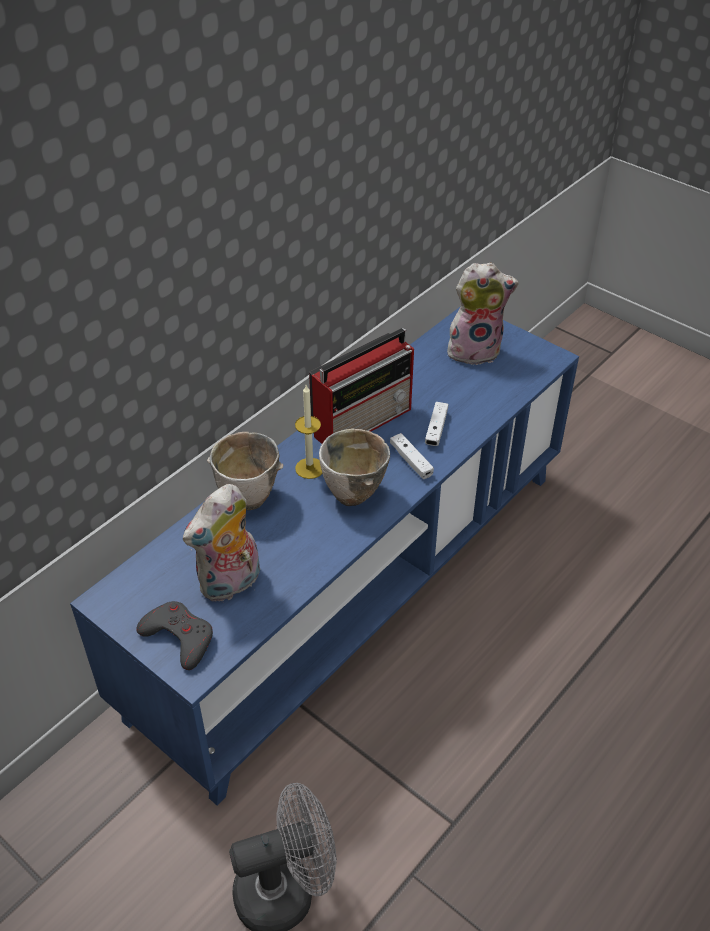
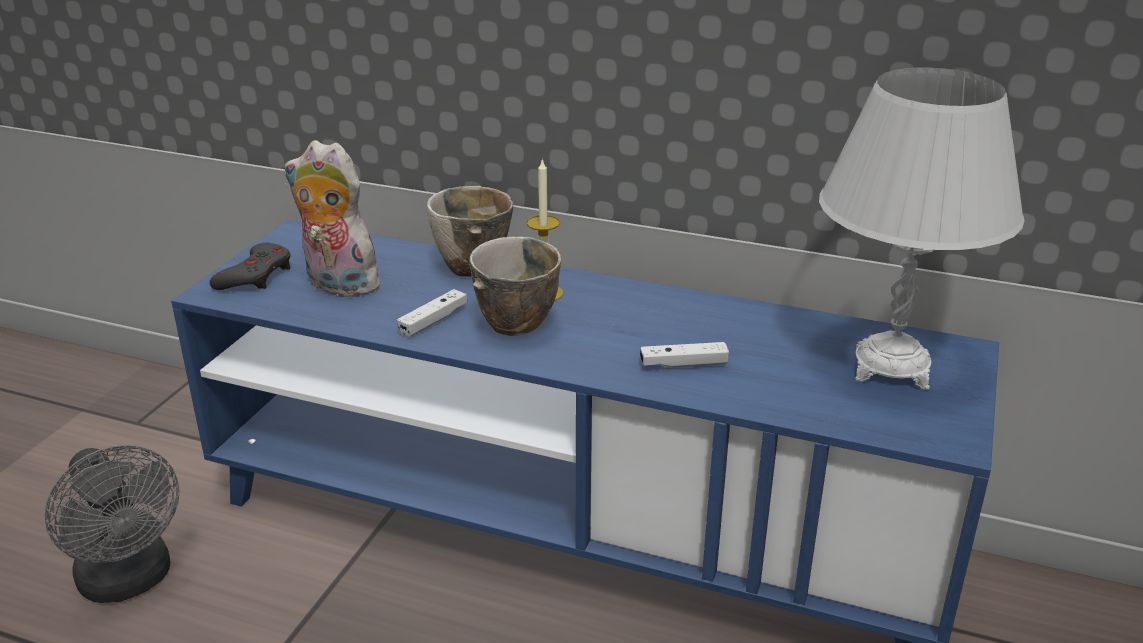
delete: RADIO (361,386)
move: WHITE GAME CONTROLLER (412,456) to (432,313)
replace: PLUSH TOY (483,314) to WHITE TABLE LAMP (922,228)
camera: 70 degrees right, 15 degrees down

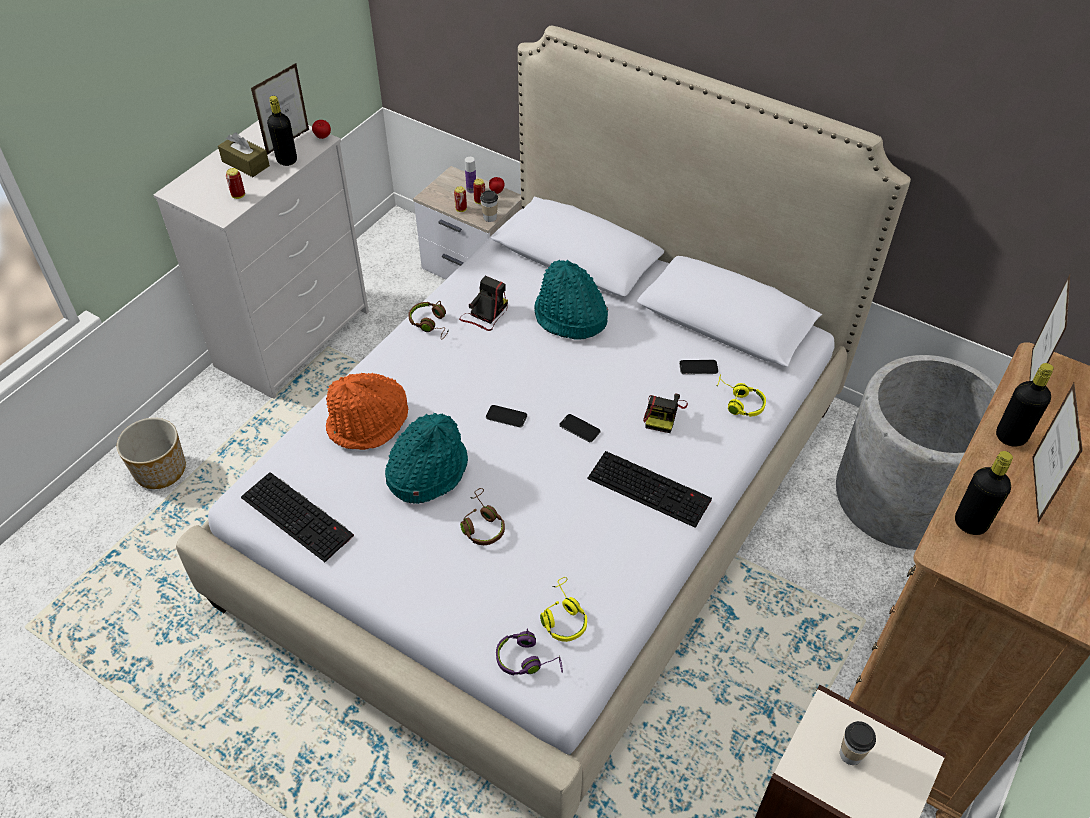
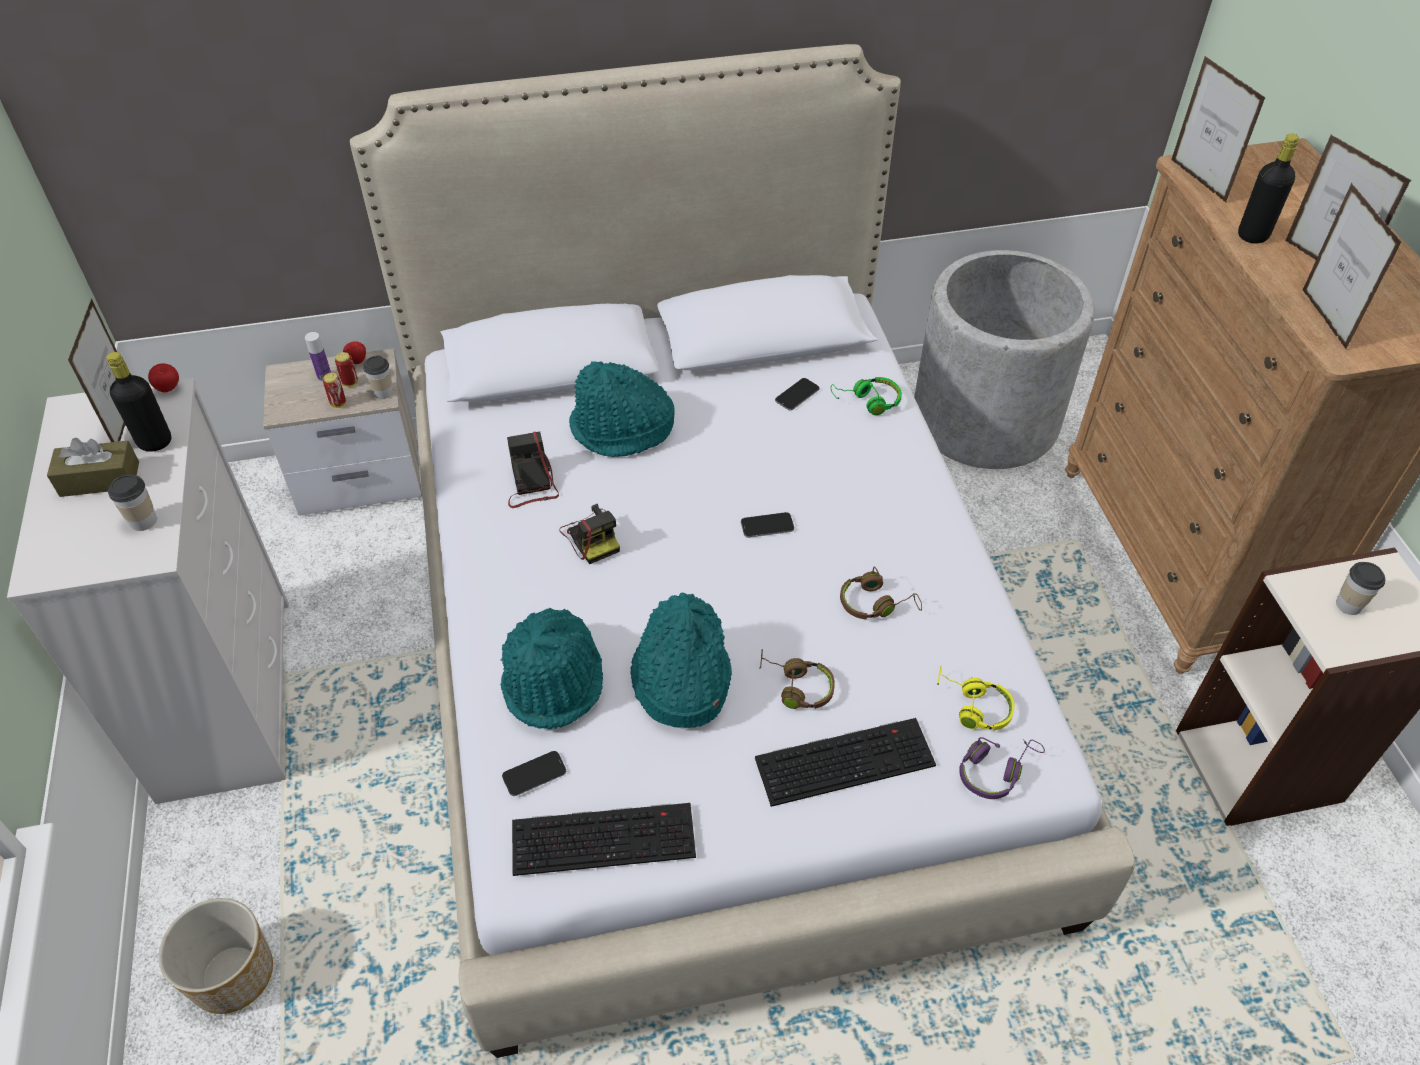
move: BROWN HEADPHONES (428,320) to (881,592); PHONE (506,416) to (534,773); KEYBOARD (649,489) to (845,762); PHOTO CAMERA (665,413) to (590,534)
replace: CAN (235,183) to CUP (132,503); BLACK BOTTLE (984,493) to PICTURE FRAME (1352,266)
recolor: ORANGE HAT (367,411) to TURQUOISE HAT (551,668); YELLOW HEADPHONES (741,395) to GREEN HEADPHONES (866,396)
camera: 45 degrees left, 0 degrees up

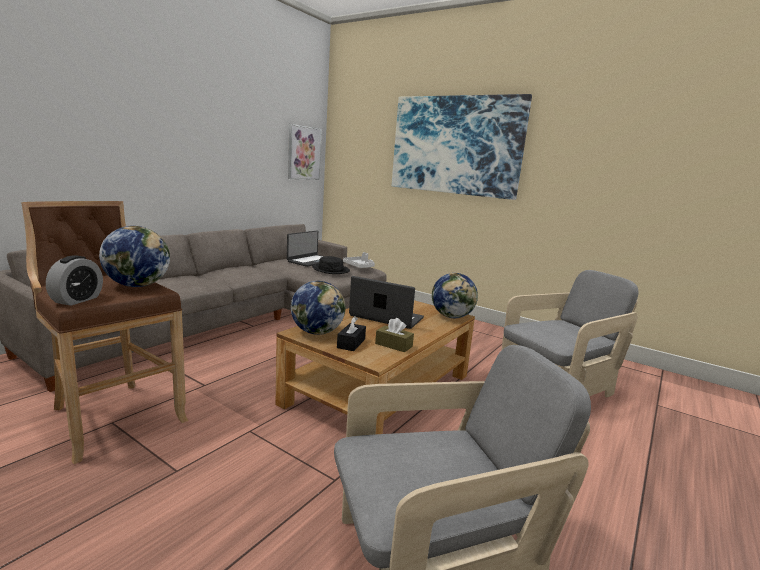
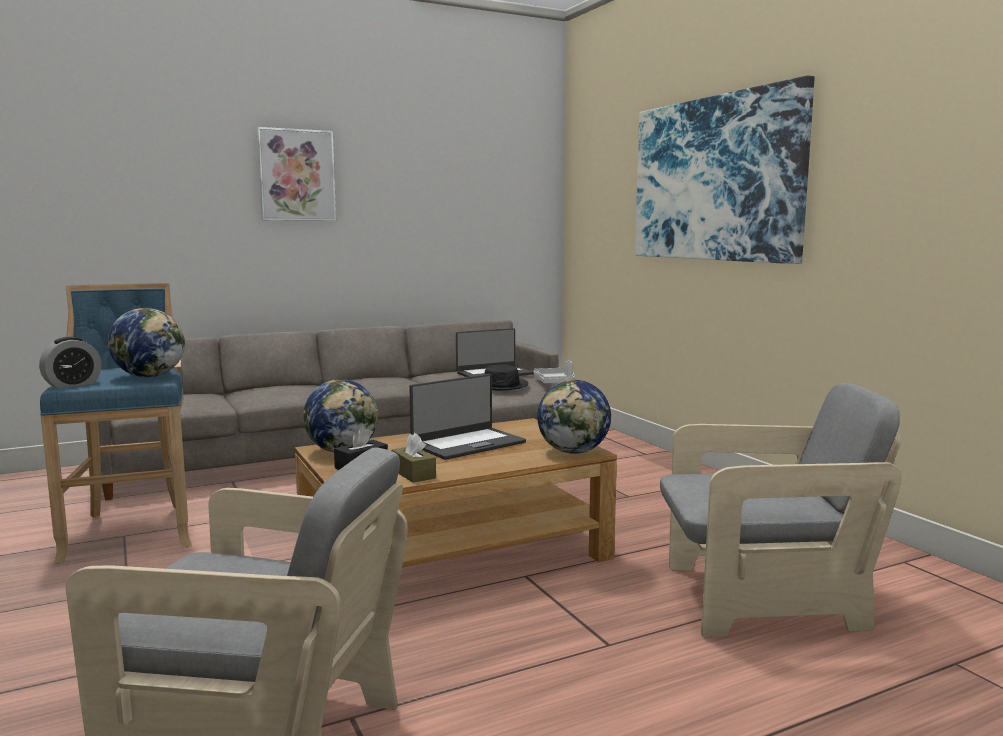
move: PICTURE (305,152) to (296,174)
recolor: BROWN STOOL (104,332) to BLUE STOOL (116,423)
rotate: LAPTOP (386,302) = (467,417) 90 degrees clockwise
camera: 30 degrees right, 5 degrees down

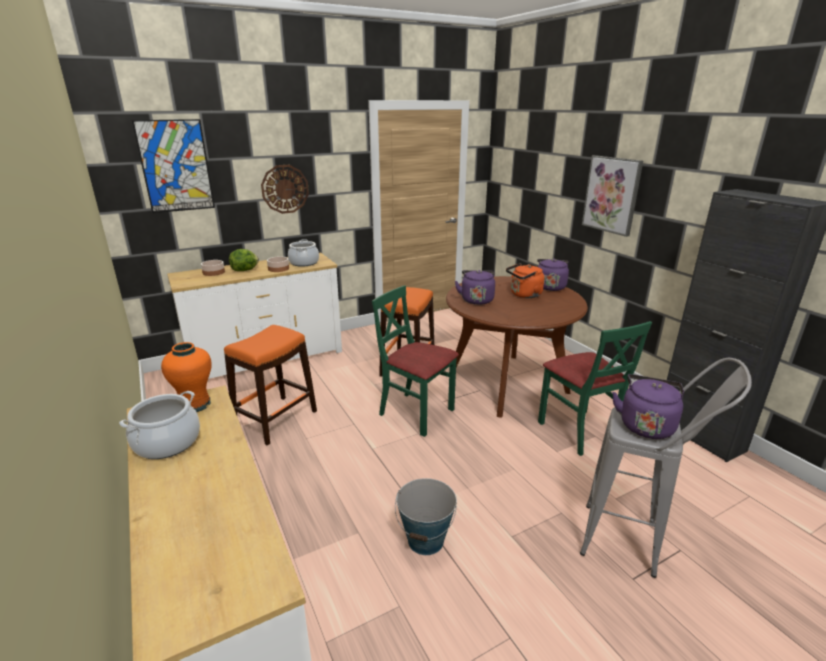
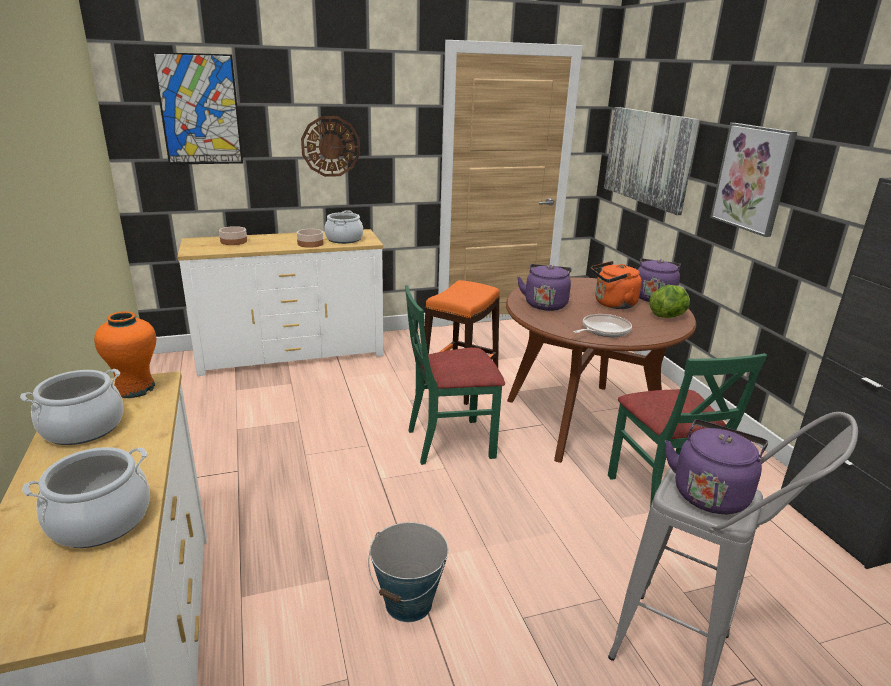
delete: ORANGE STOOL (270,385)
insert: COOKING POT (86,497); FRYING PAN (603,325); PICTURE (652,161)
move: LETTUCE (244,260) to (669,301)
rotate: GREEN CHAIR (415,361) = (455,375) 60 degrees counterclockwise
camera: 10 degrees right, 0 degrees up

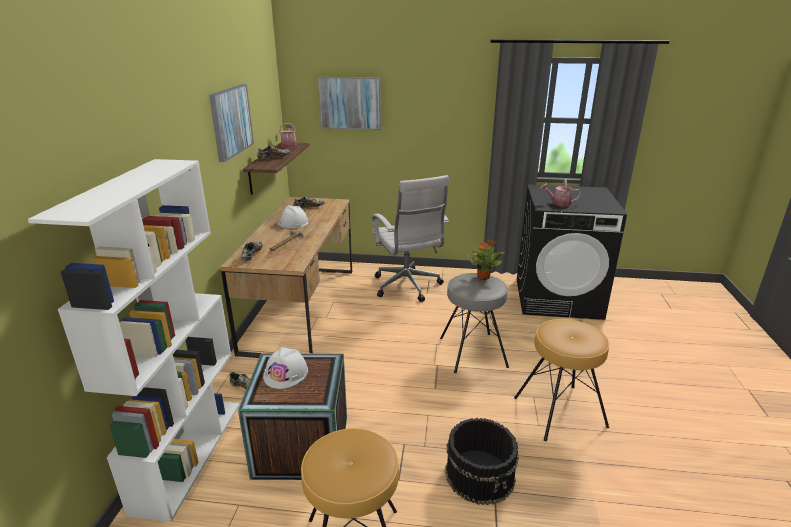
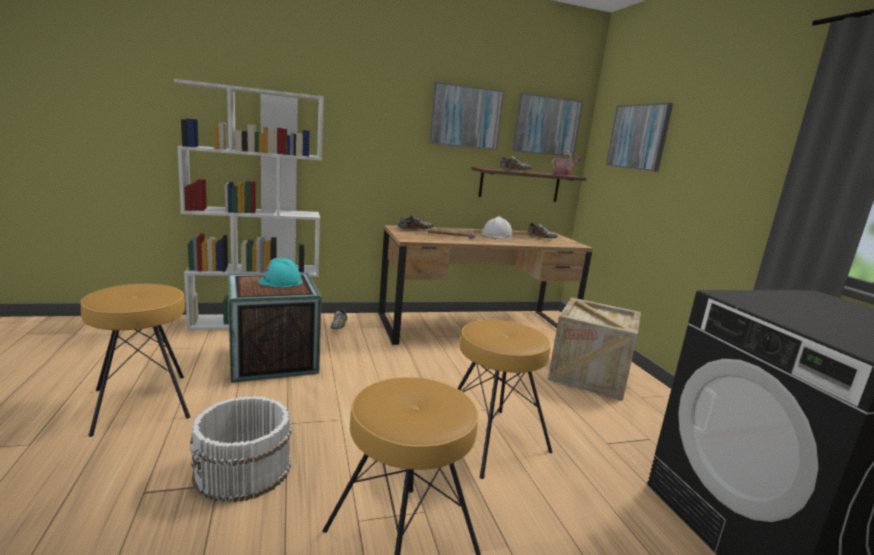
delete: POTTED PLANT (486,259); WATERING CAN (560,192)
insert: PICTURE (547,125)
replace: WHITE OFFICE CHAIR (410,238) to CRATE (594,349)
recolor: WHITE HARD HAT (285,368) to TURQUOISE HARD HAT (280,272); GREY STOOL (474,323) to BROWN STOOL (505,399); BLACK BUCKET (482,461) to WHITE BUCKET (241,449)
camera: 65 degrees right, 10 degrees down

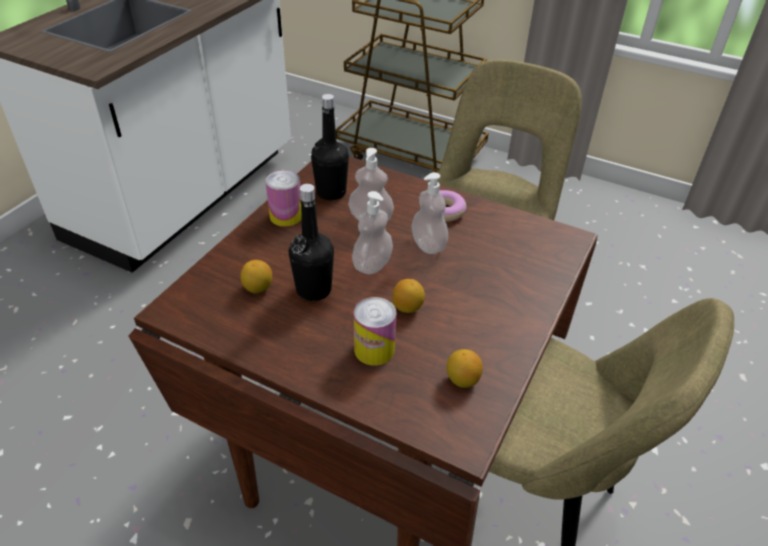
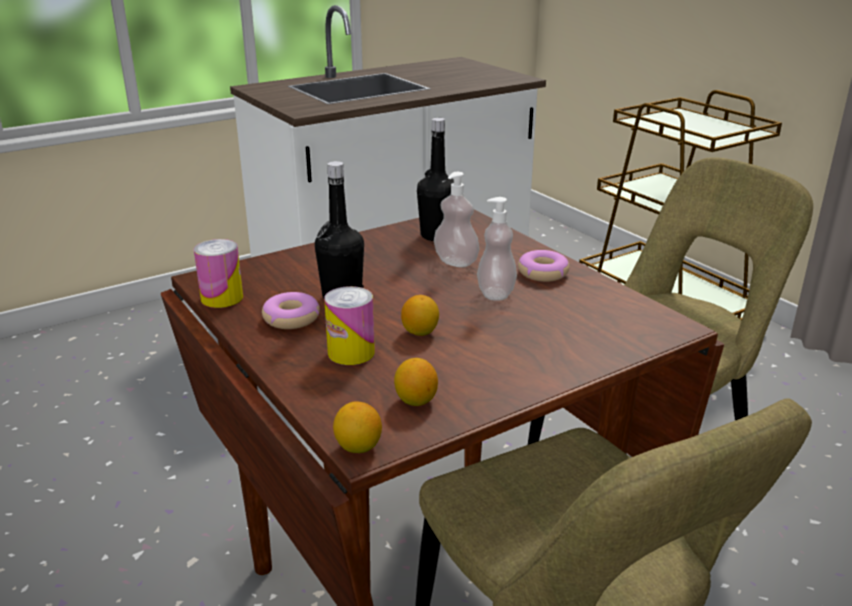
delete: SOAP DISPENSER (372,232)
insert: DONUT (291,310)
move: LEMON (256,276) to (357,427); CAN (283,198) to (218,273)
camera: 30 degrees right, 15 degrees down

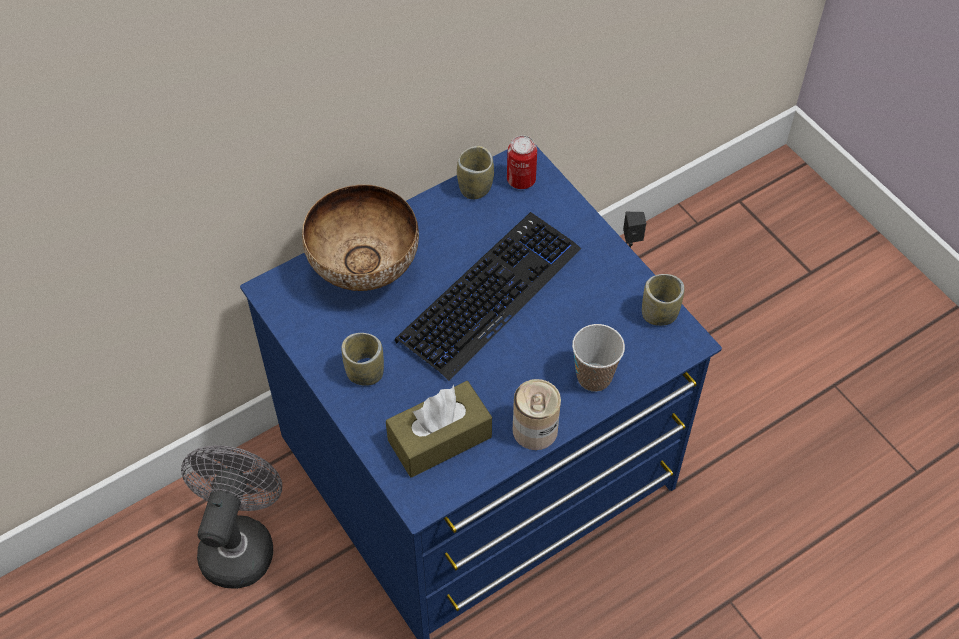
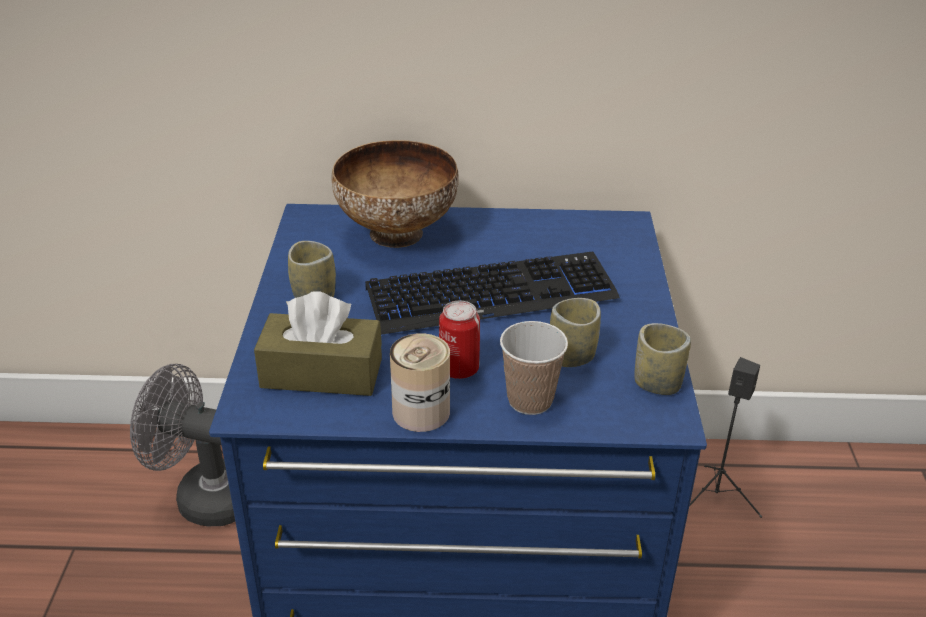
move: CUP (475,173) to (575,332); CAN (522,162) to (459,340)
rotate: GREY FAN (231,517) = (182,445) 120 degrees counterclockwise
camera: 35 degrees right, 20 degrees down

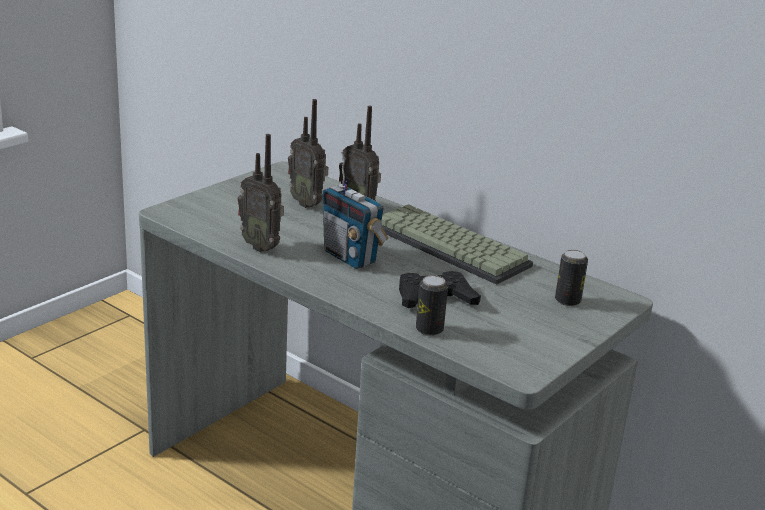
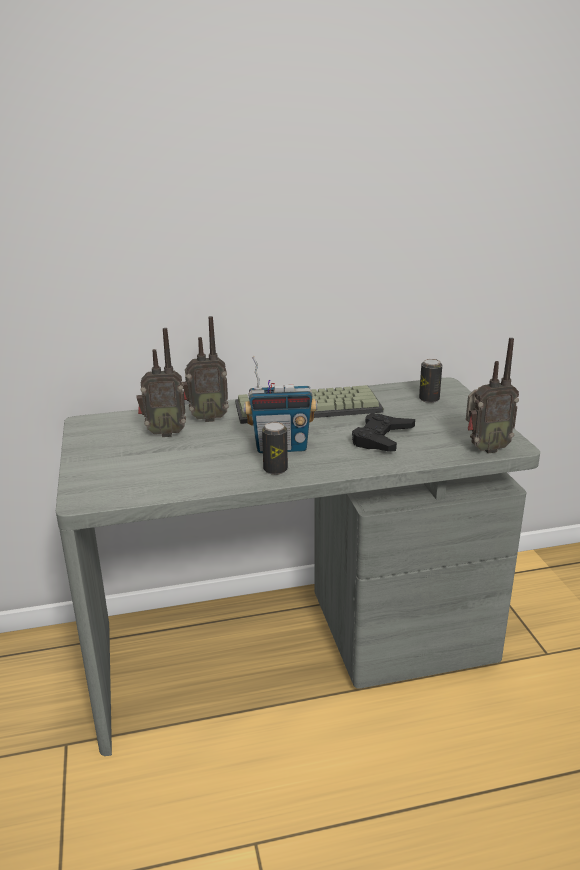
move: RADIO (261,193) to (492,396); CAN (432,305) to (275,448)
camera: 50 degrees left, 0 degrees up

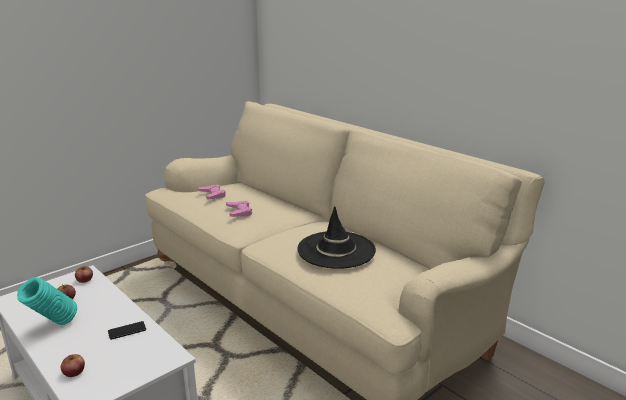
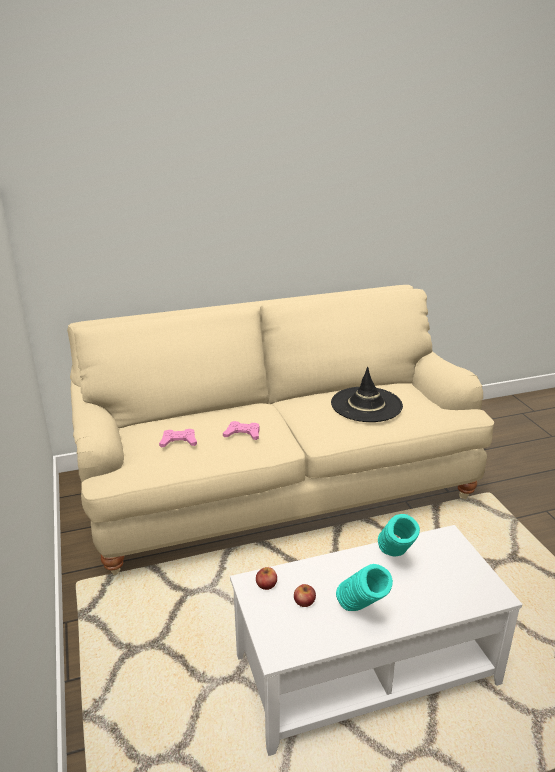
delete: APPLE (73,365)
replace: PHONE (127,330) to TURQUOISE VASE (399,535)
camera: 65 degrees left, 5 degrees up

